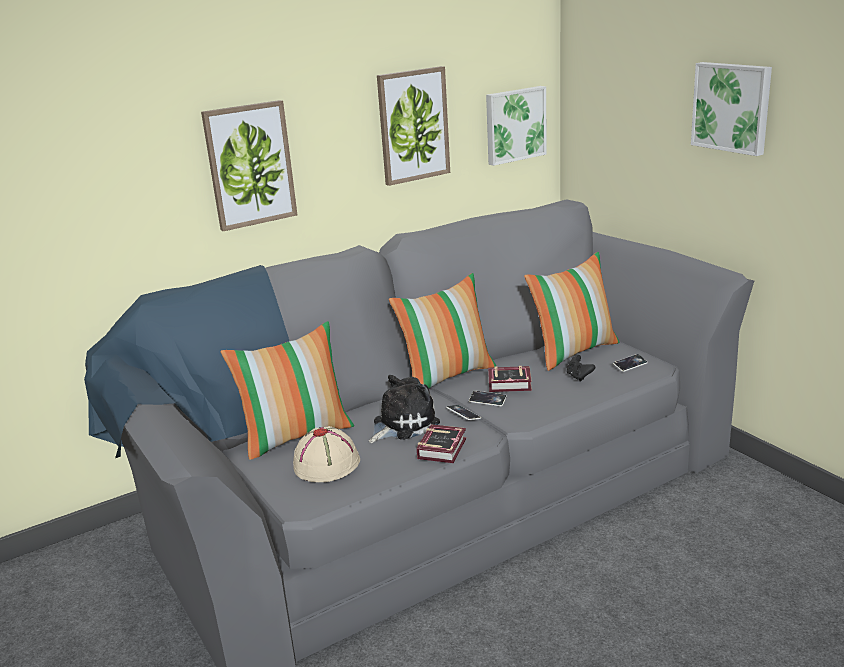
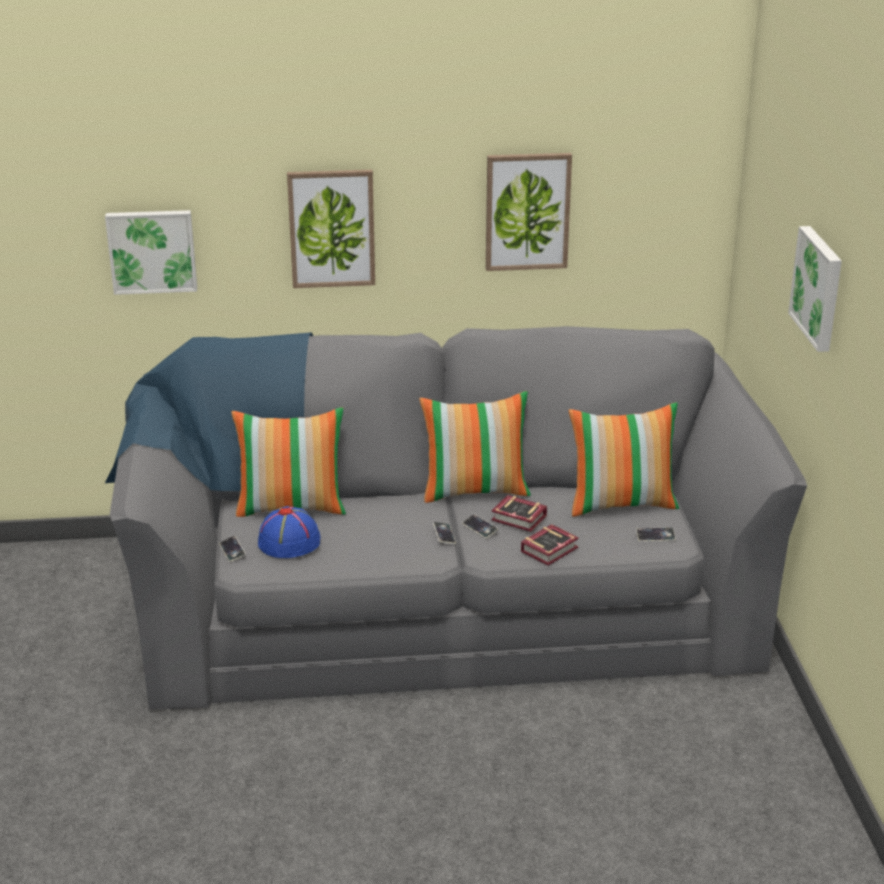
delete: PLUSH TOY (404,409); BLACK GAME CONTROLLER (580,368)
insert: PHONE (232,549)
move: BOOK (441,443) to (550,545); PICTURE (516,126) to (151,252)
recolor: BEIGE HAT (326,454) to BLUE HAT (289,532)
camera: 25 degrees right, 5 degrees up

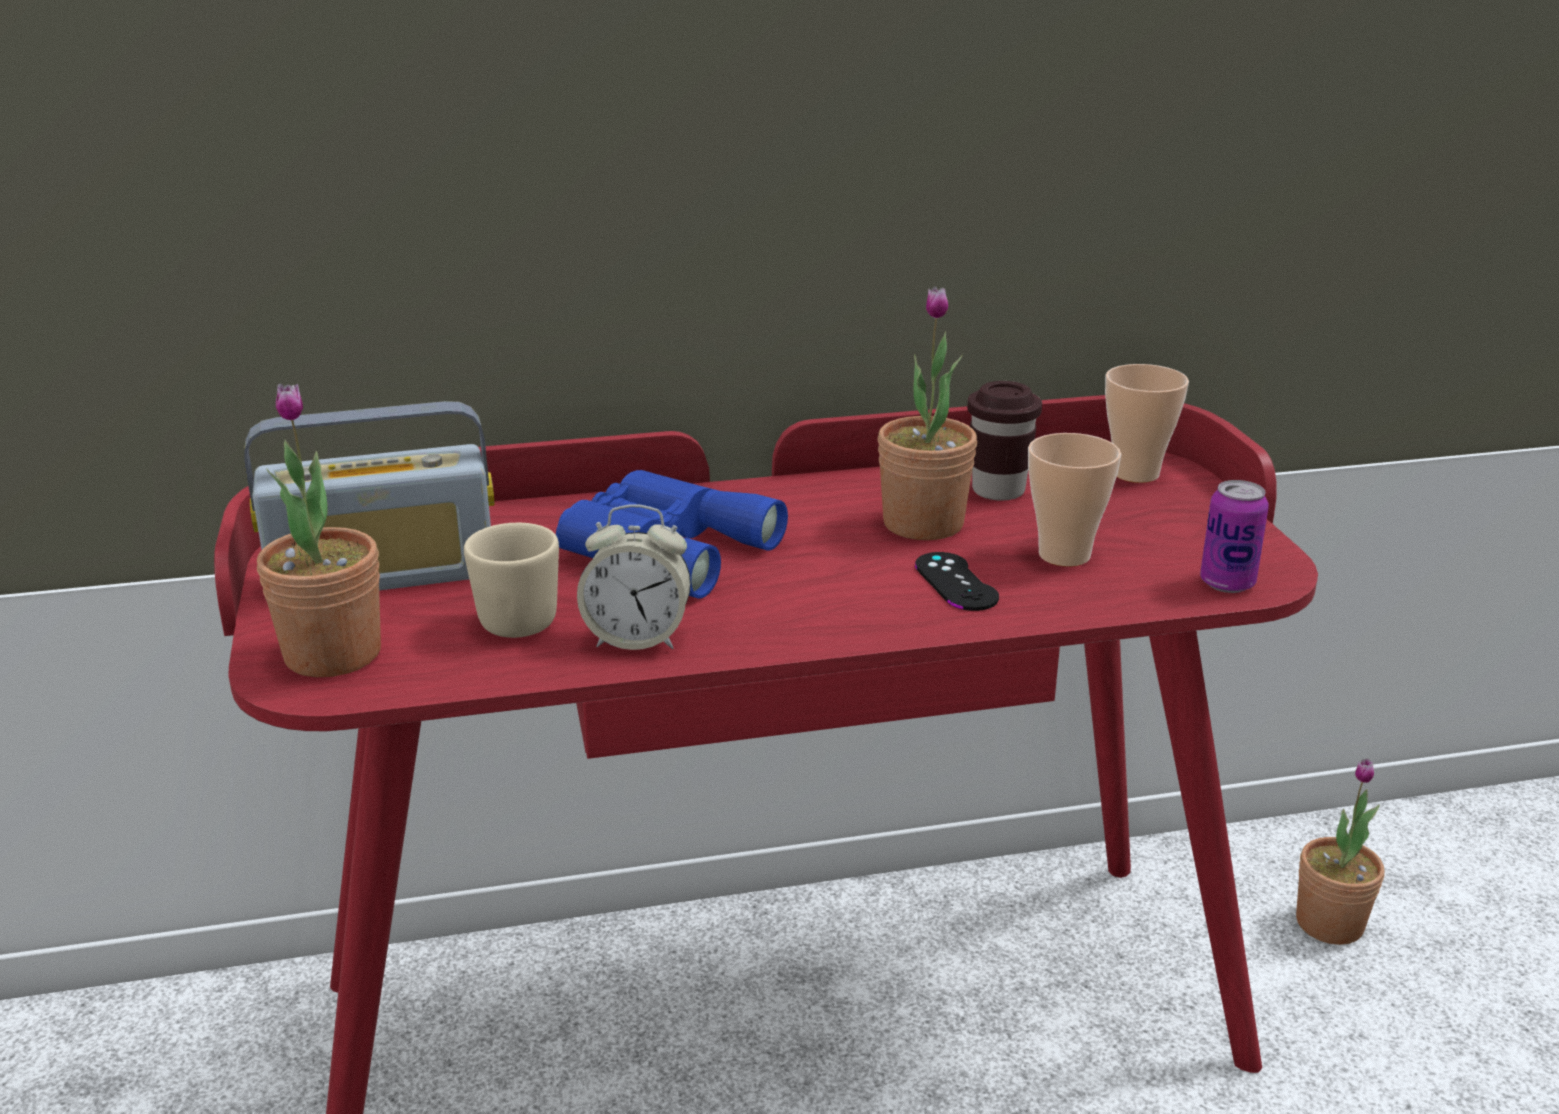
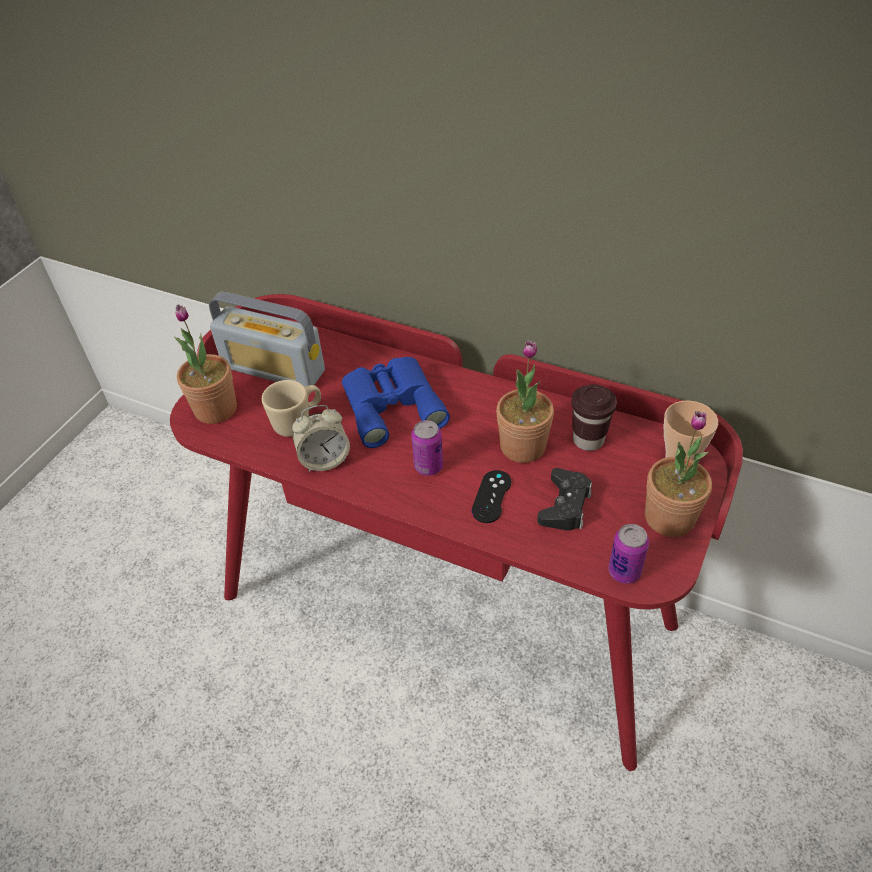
insert: CAN (427,448)
move: POTTED PLANT (1340,851) to (678,474)
replace: CUP (1074,500) to BLACK GAME CONTROLLER (564,499)
rotate: ALARM CLOCK (634,577) = (321,438) 60 degrees counterclockwise
camera: 40 degrees right, 20 degrees up

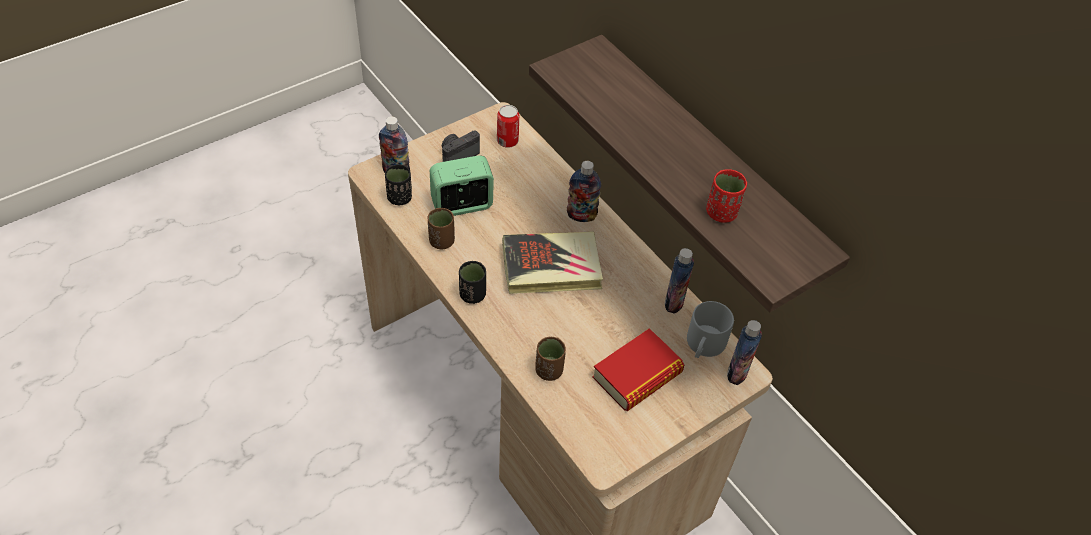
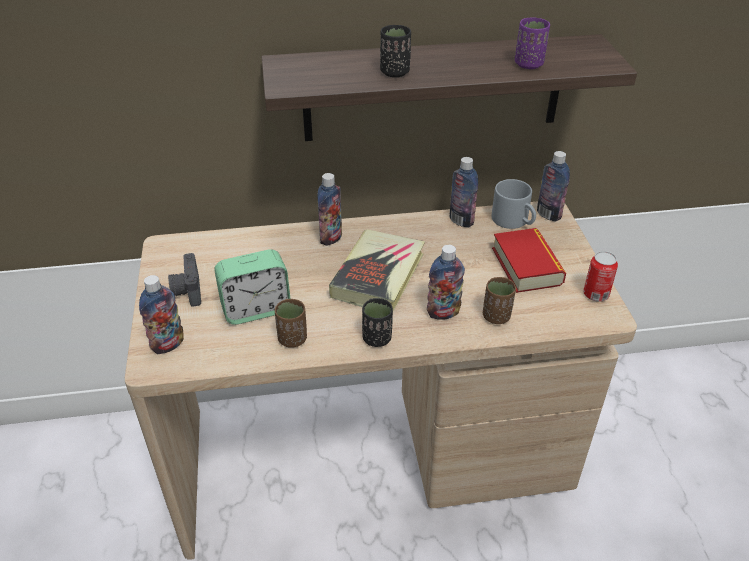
insert: BOTTLE (446,282)
move: BLACK CUP (398,184) to (395,51); CAN (508,126) to (600,276)
recolor: RED CUP (726,196) to PURPLE CUP (532,43)
rotate: ALARM CLOCK (462,186) = (252,287) 120 degrees counterclockwise
camera: 60 degrees left, 10 degrees down

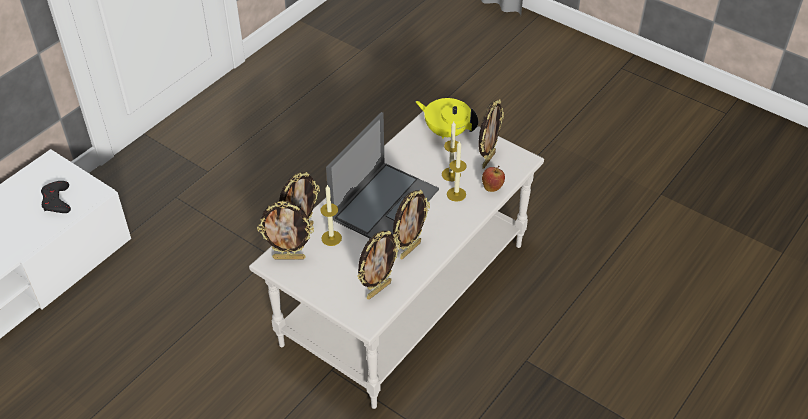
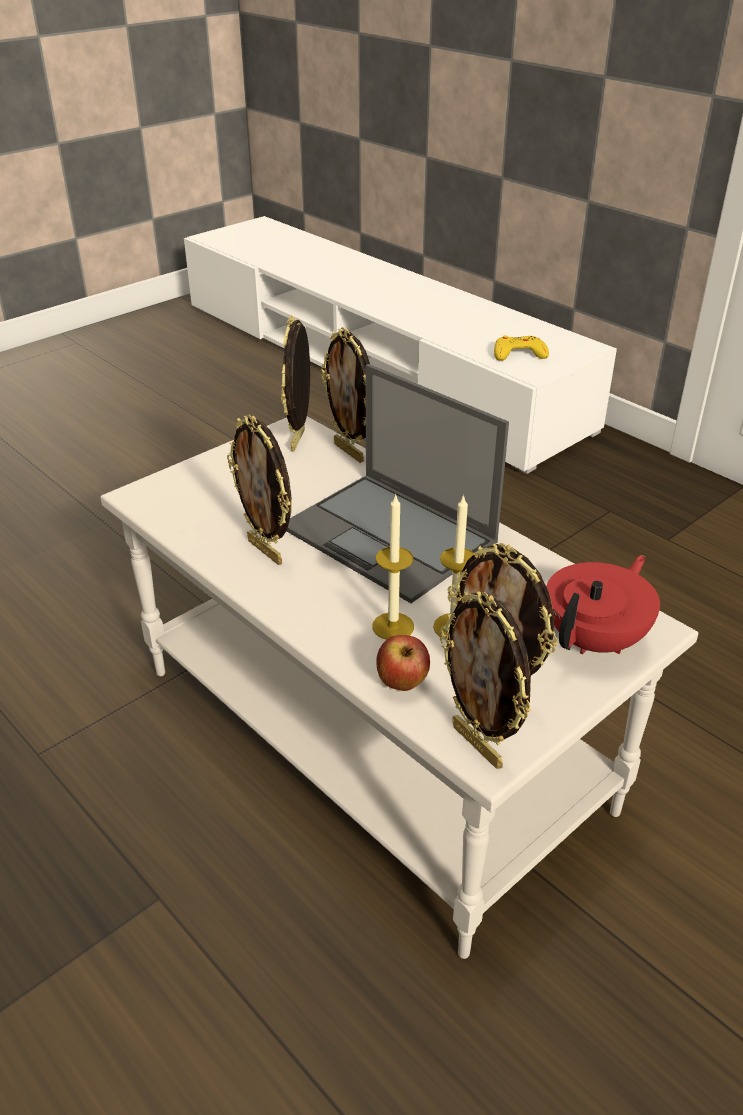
delete: CANDLE (331,215)
move: PICTURE FRAME (378,265) to (485,680)
recolor: BLACK GAME CONTROLLER (56,197) to YELLOW GAME CONTROLLER (521,348); YELLOW TEAPOT (447,118) to RED TEAPOT (603,604)
camera: 100 degrees right, 10 degrees down

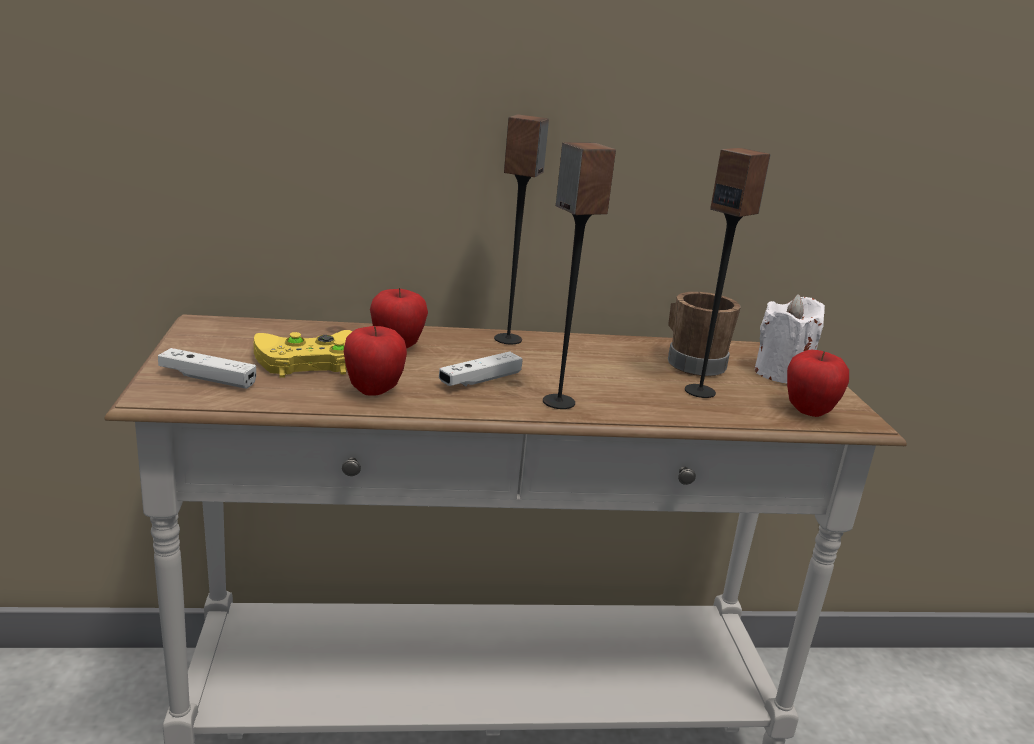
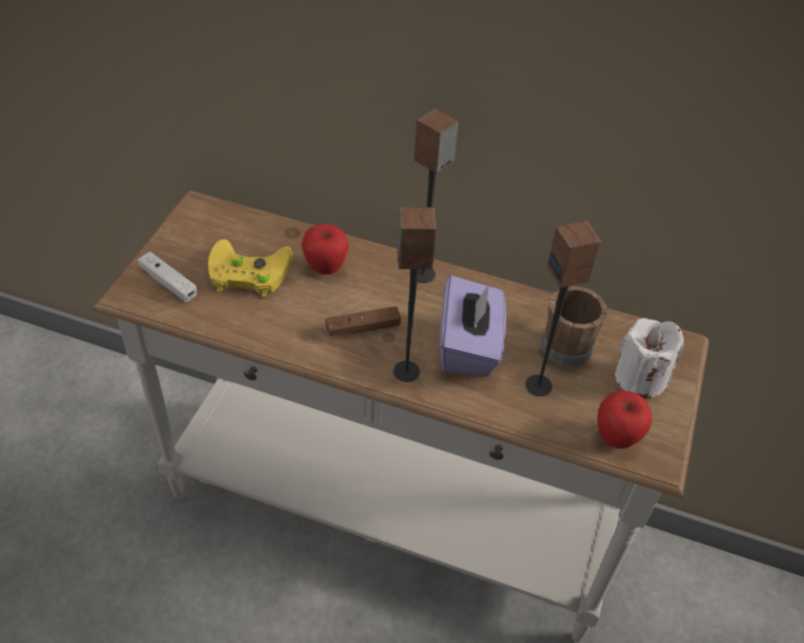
delete: APPLE (375,361)
insert: PURPLE TISSUE BOX (473,326)
recolor: WHITE GAME CONTROLLER (481,368) to BROWN GAME CONTROLLER (363,321)
camera: 25 degrees right, 25 degrees up

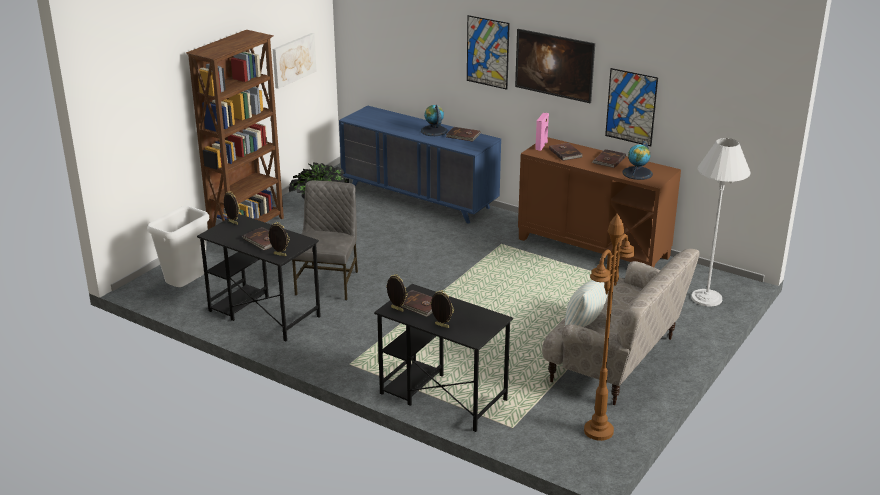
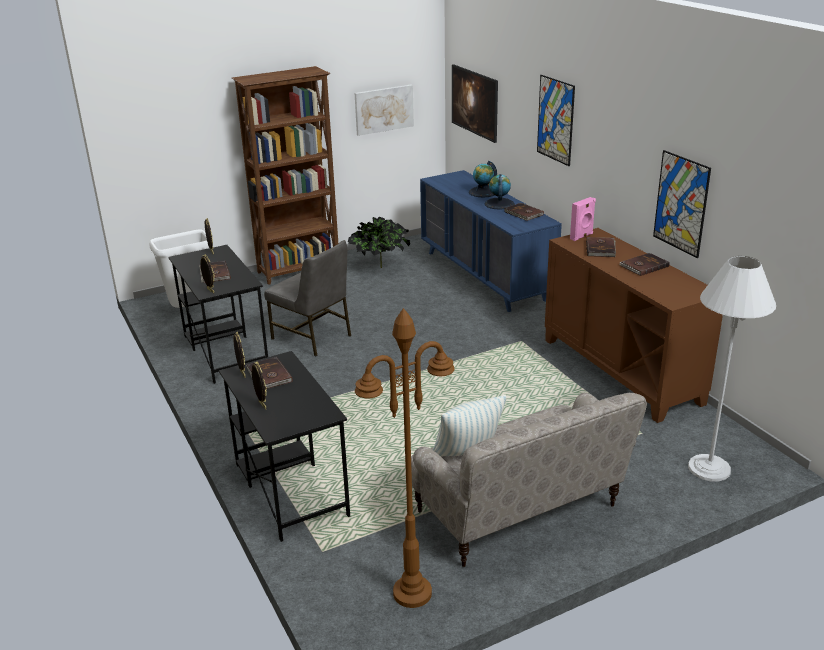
move: PICTURE (555,66) to (475,103); GLOBE (638,160) to (483,179)
rotate: GREY CHAIR (325,240) = (307,298) 90 degrees clockwise
camera: 30 degrees right, 0 degrees up

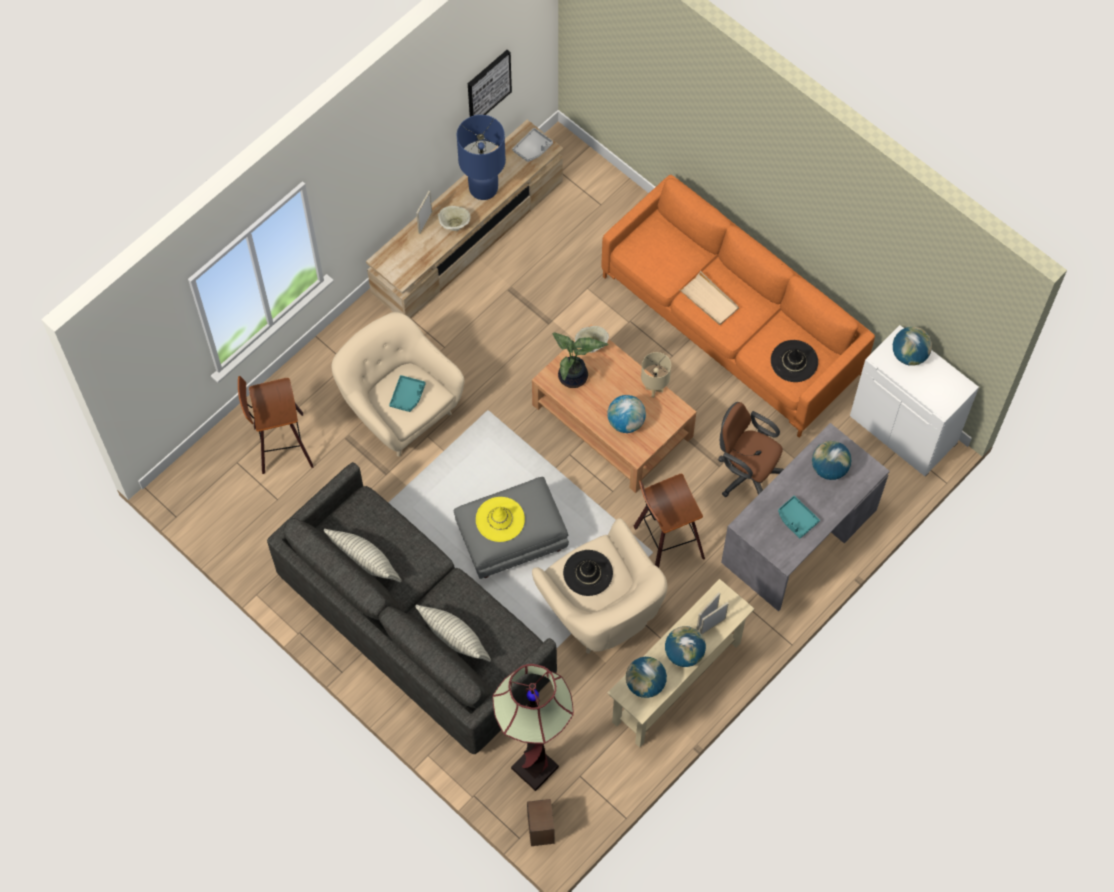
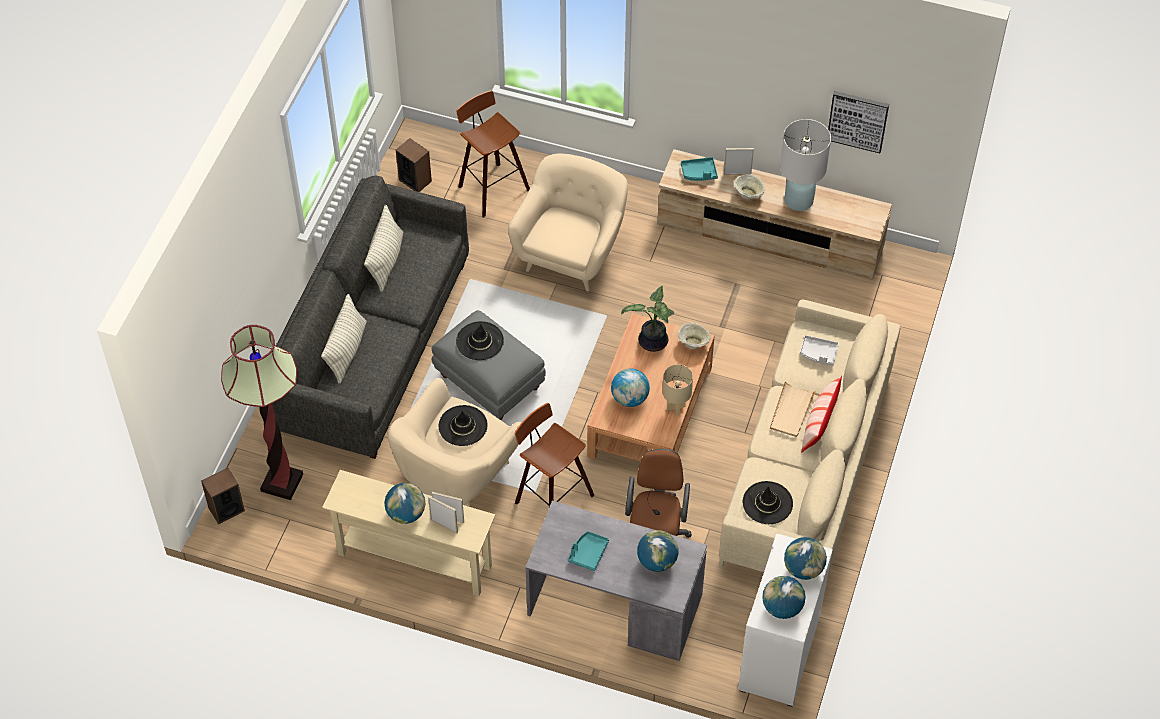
insert: SPEAKER (414,165); PILLOW (821,413)
move: TURQUOISE TRAY (407,393) to (699,169); GREY TRAY (532,145) to (819,350); GLOBE (646,677) to (783,597)
recolor: BLUE TABLE LAMP (481,157) to WHITE TABLE LAMP (805,165); YELLOW HAT (500,519) to BLACK HAT (480,340); ORANGE SOFA (738,306) to BEIGE SOFA (810,439)
camera: 65 degrees right, 10 degrees down

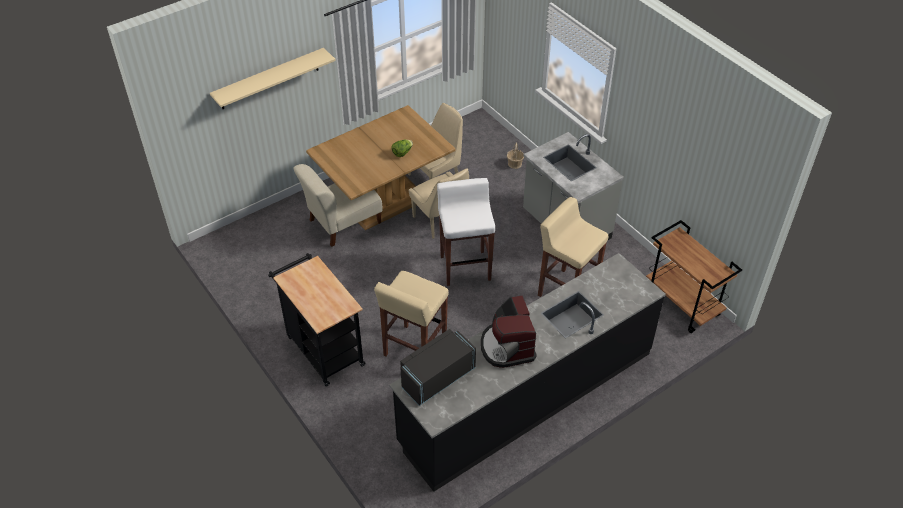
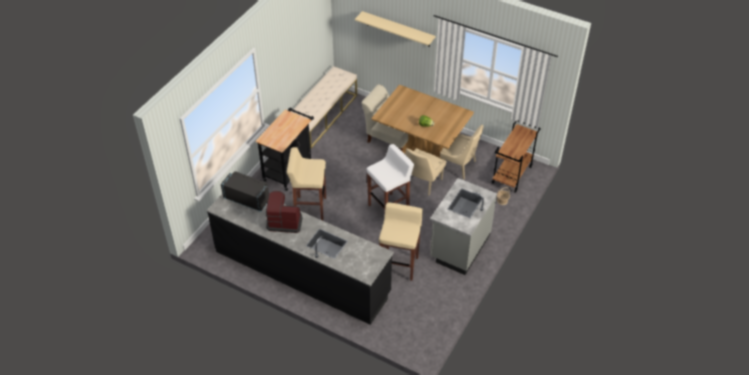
insert: BEIGE BENCH (324,107)
move: BROWN CART (694,276) to (516,156)
rotate: COFFEE MACHINE (509,332) = (284,212) 45 degrees clockwise
camera: 65 degrees right, 0 degrees up

